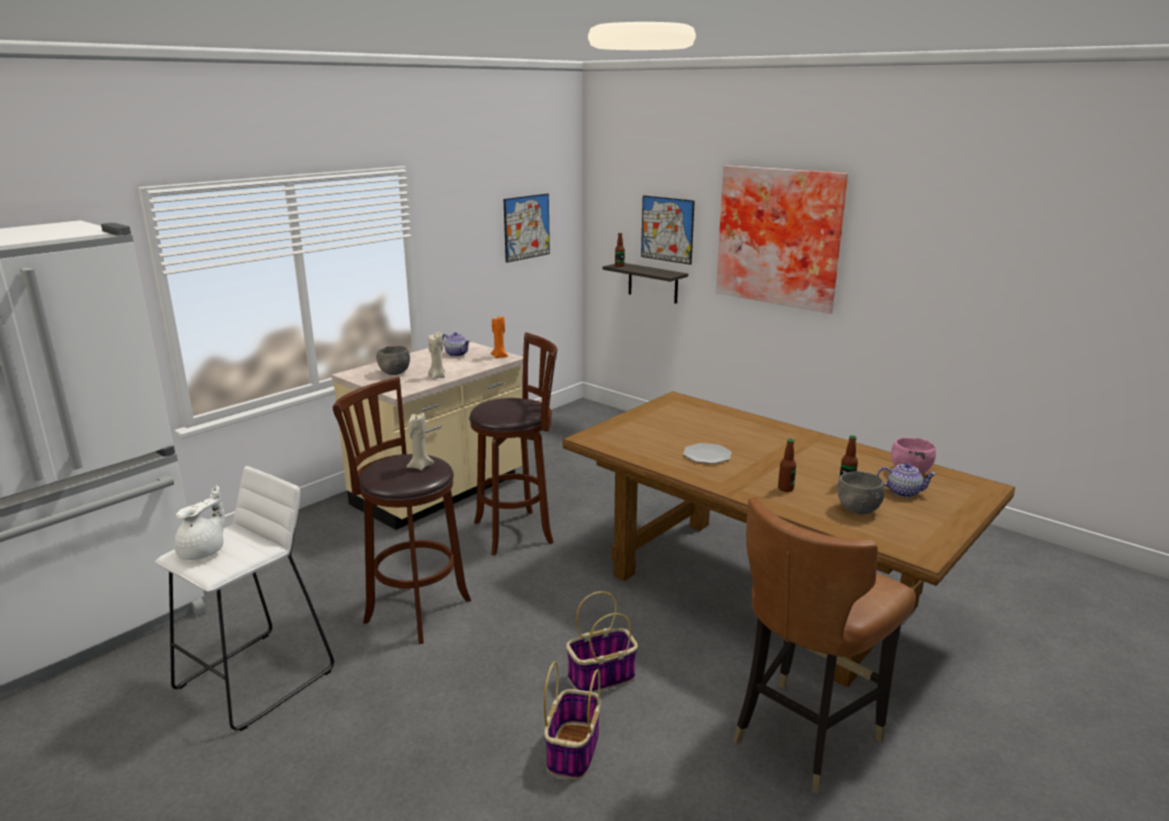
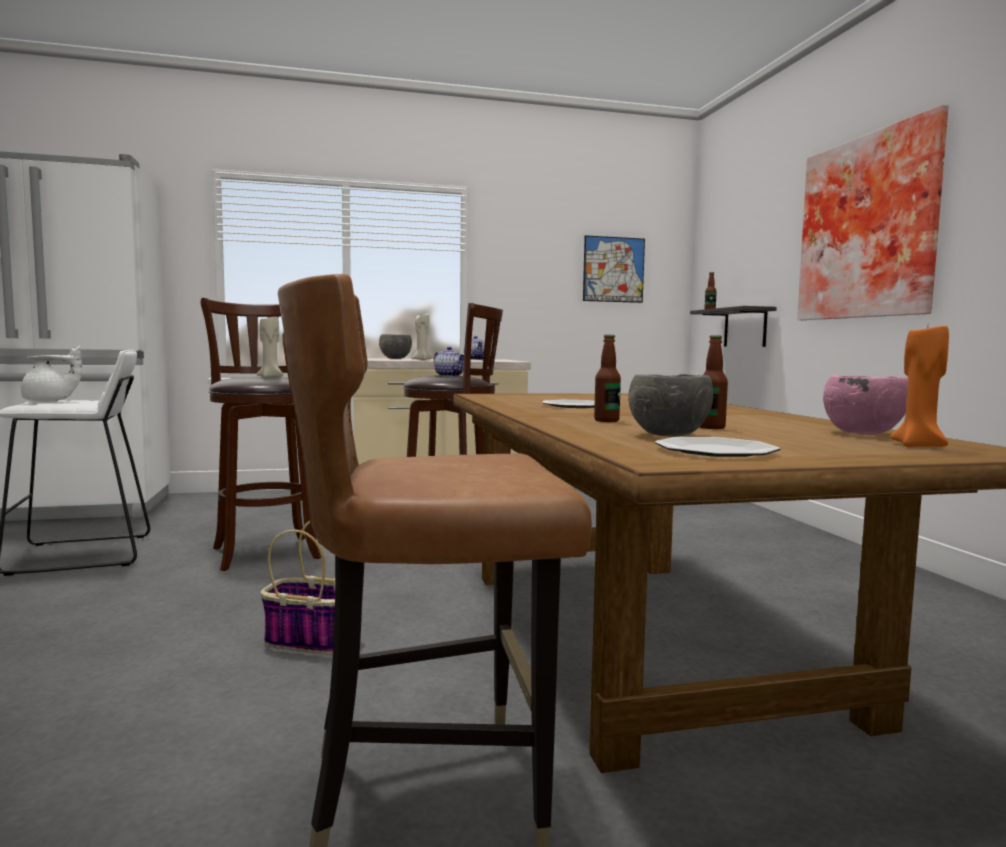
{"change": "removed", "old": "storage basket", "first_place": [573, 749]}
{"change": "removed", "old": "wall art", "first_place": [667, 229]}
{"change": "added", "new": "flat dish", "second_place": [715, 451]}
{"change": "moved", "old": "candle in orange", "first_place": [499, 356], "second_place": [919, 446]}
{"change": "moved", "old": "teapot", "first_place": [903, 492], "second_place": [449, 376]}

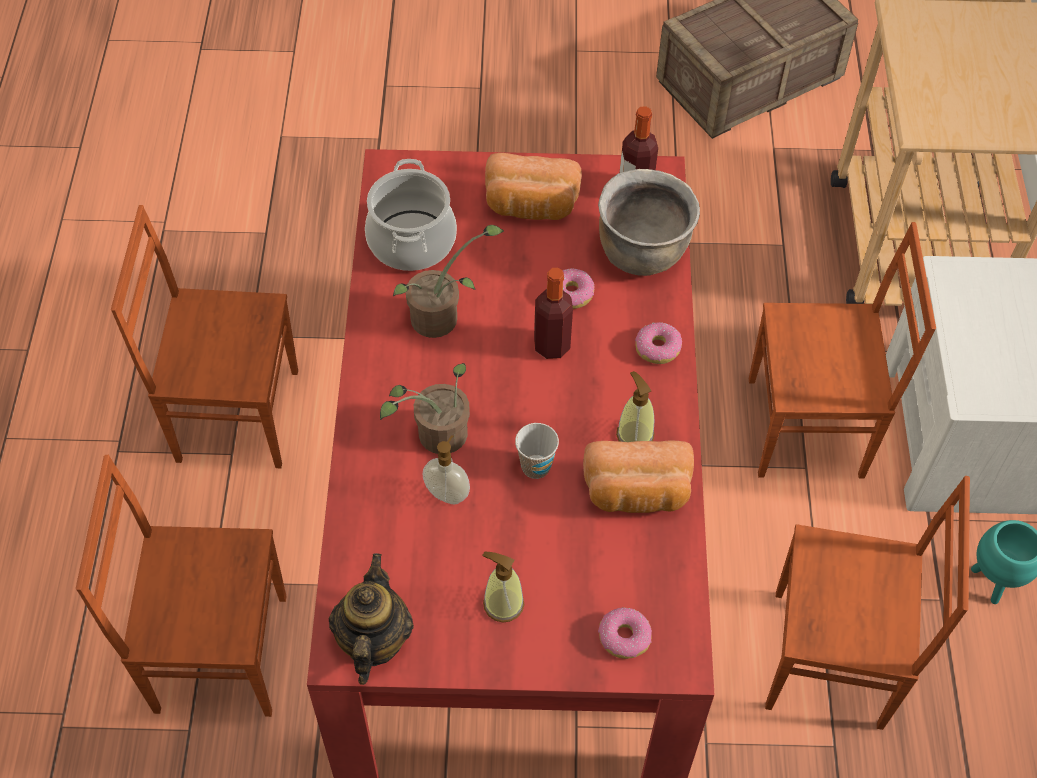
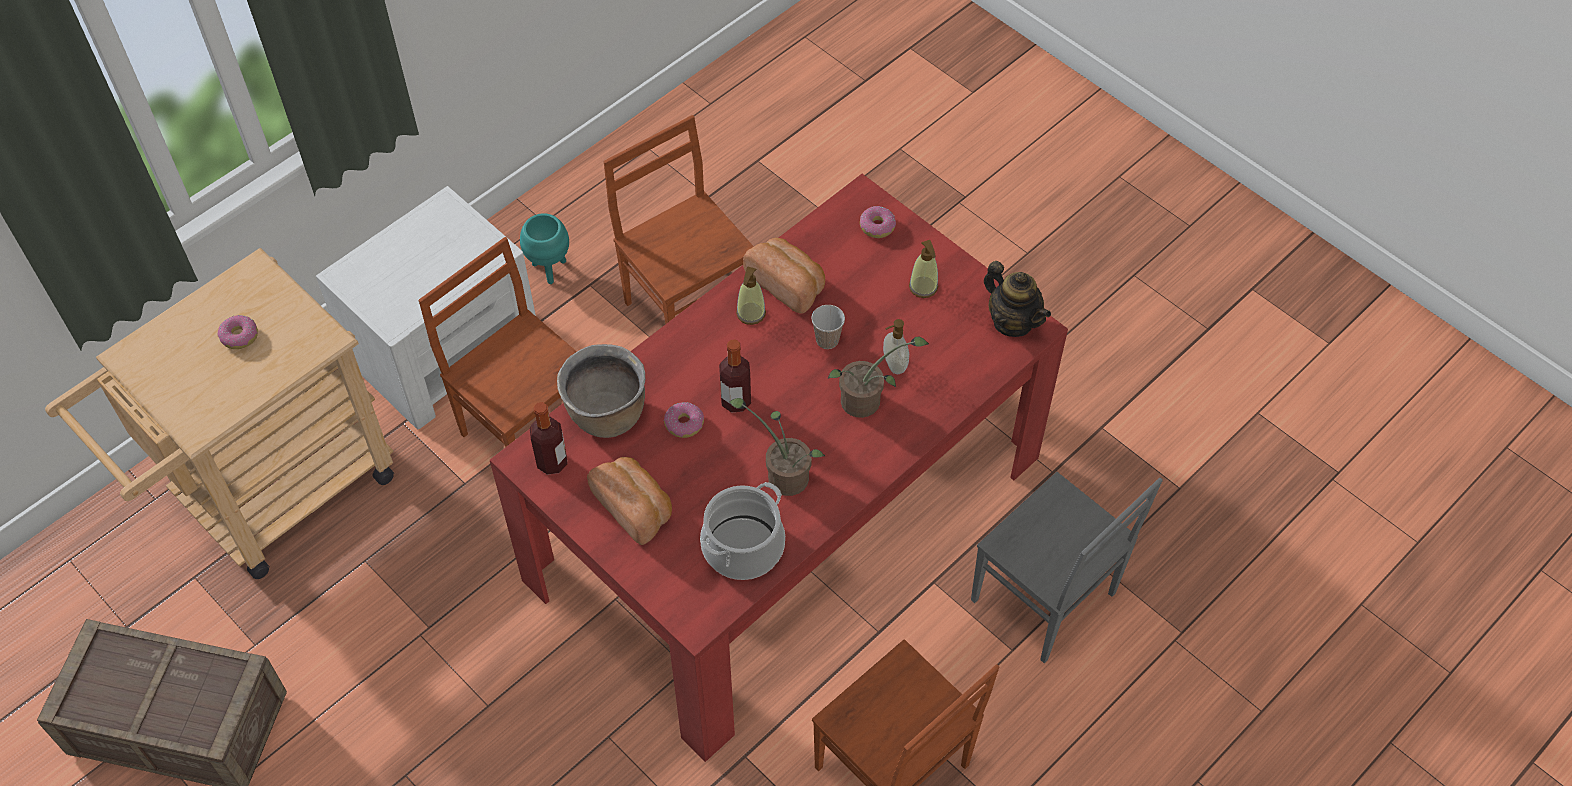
{"change": "moved", "old": "doughnut", "first_place": [657, 348], "second_place": [239, 336]}
{"change": "recoloured", "old": "chair in brown-coloured", "new": "chair in gray", "first_place": [218, 650], "second_place": [1043, 599]}
{"change": "turned", "old": "teapot", "first_place": [373, 641], "second_place": [1012, 321], "degrees": -90}

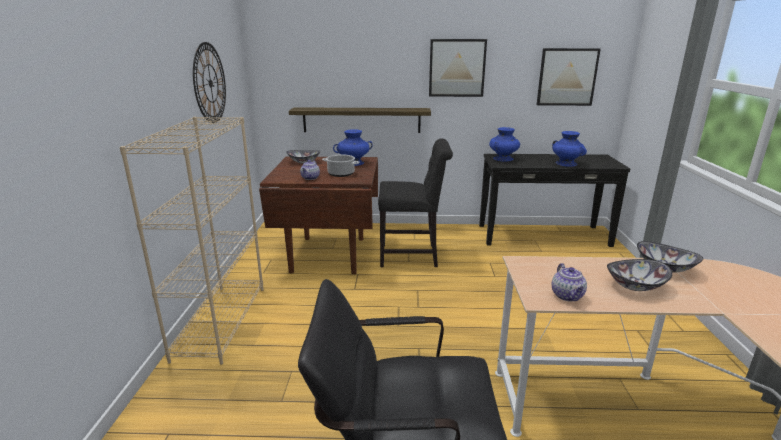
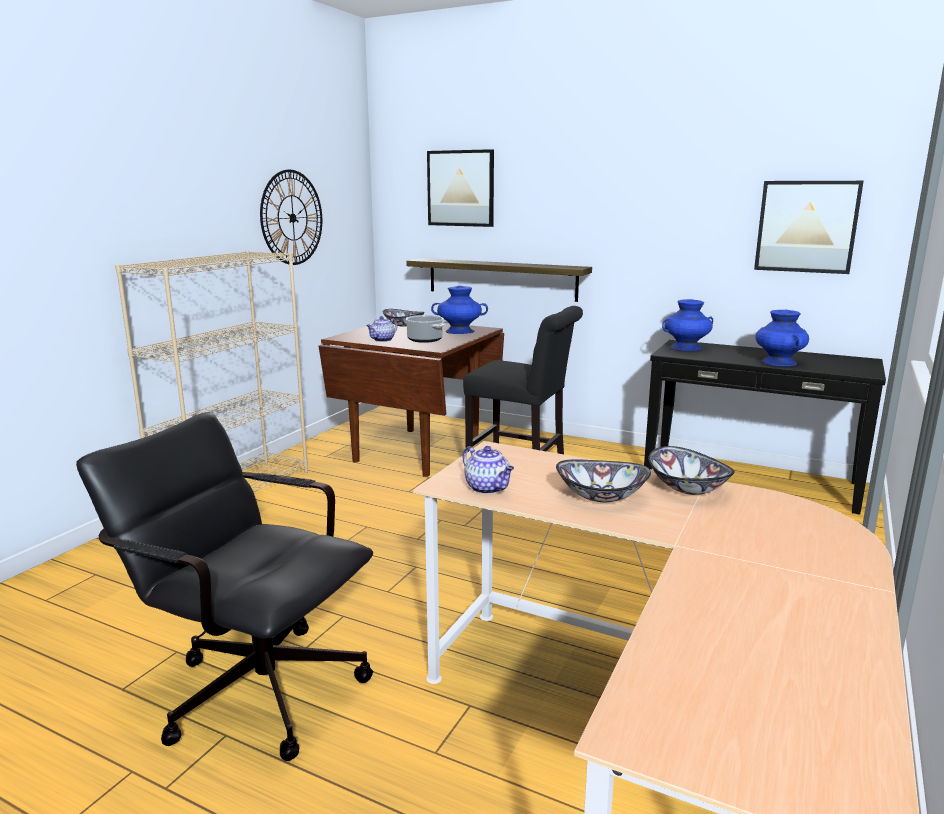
{"change": "moved", "old": "wall art", "first_place": [457, 68], "second_place": [460, 188]}
{"change": "turned", "old": "teapot", "first_place": [568, 296], "second_place": [488, 488], "degrees": -60}

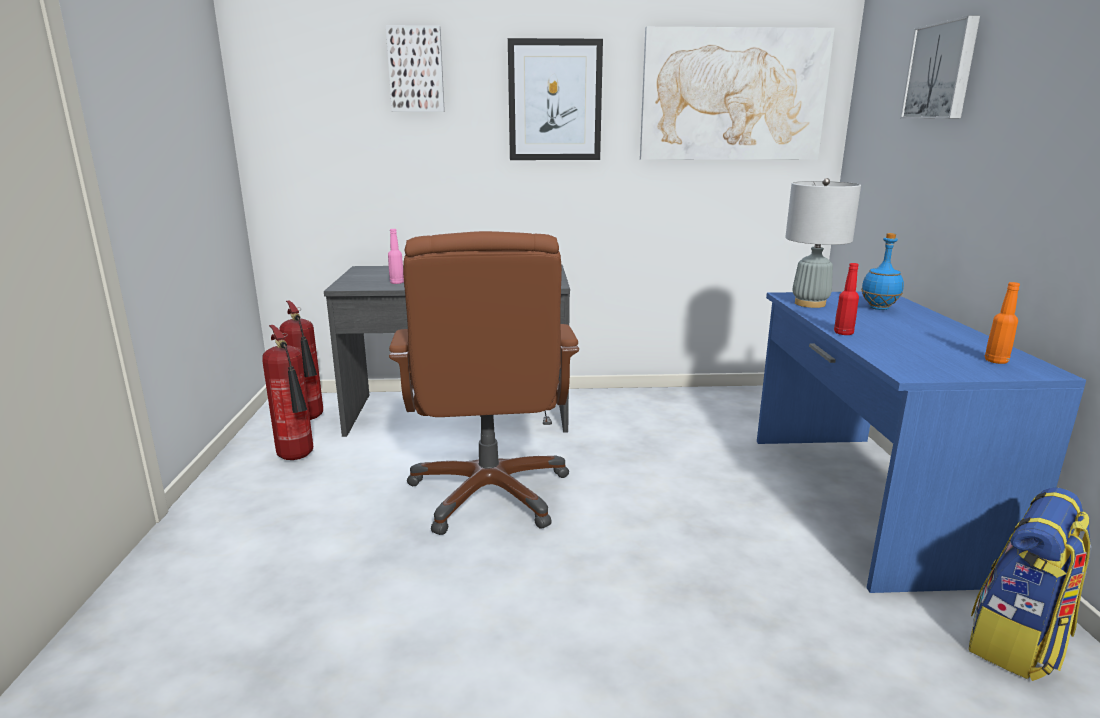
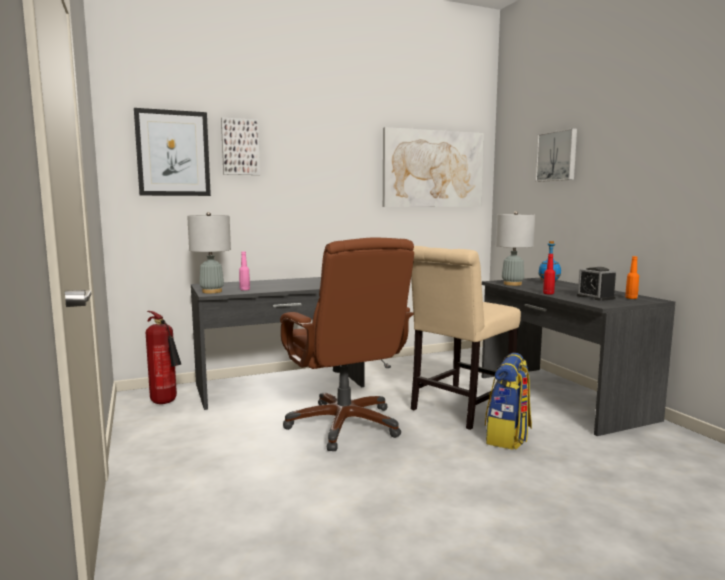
{"change": "removed", "old": "fire-fighting cylinder", "first_place": [298, 458]}
{"change": "added", "new": "tabletop lamp in gray", "second_place": [212, 291]}
{"change": "added", "new": "chair in beige", "second_place": [458, 410]}
{"change": "added", "new": "alarm clock", "second_place": [595, 297]}
{"change": "moved", "old": "wall art", "first_place": [555, 101], "second_place": [173, 153]}
{"change": "moved", "old": "knapsack", "first_place": [1017, 643], "second_place": [508, 437]}
{"change": "recoloured", "old": "desk in blue-coloured", "new": "desk in gray", "first_place": [863, 501], "second_place": [560, 397]}

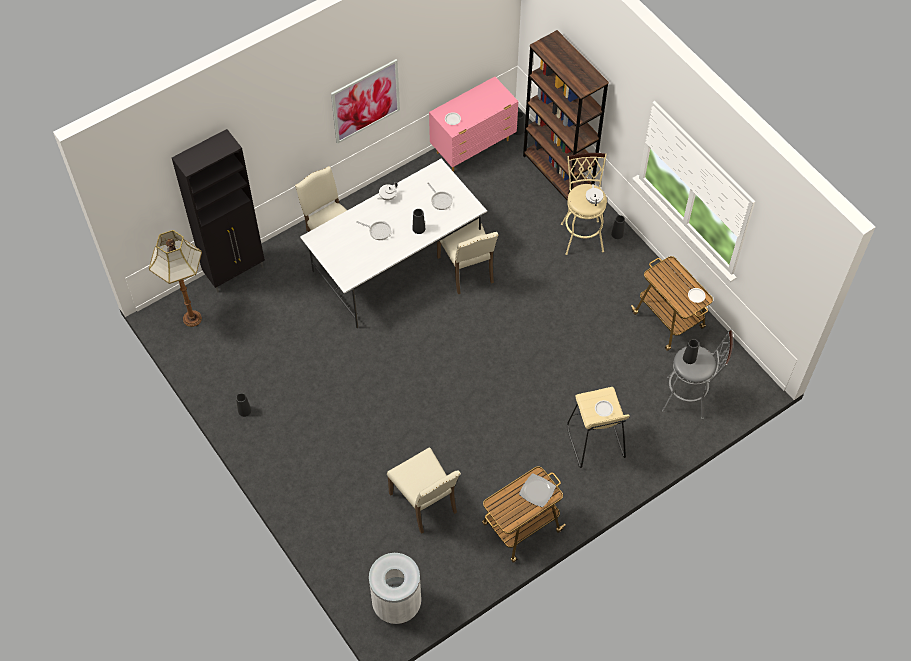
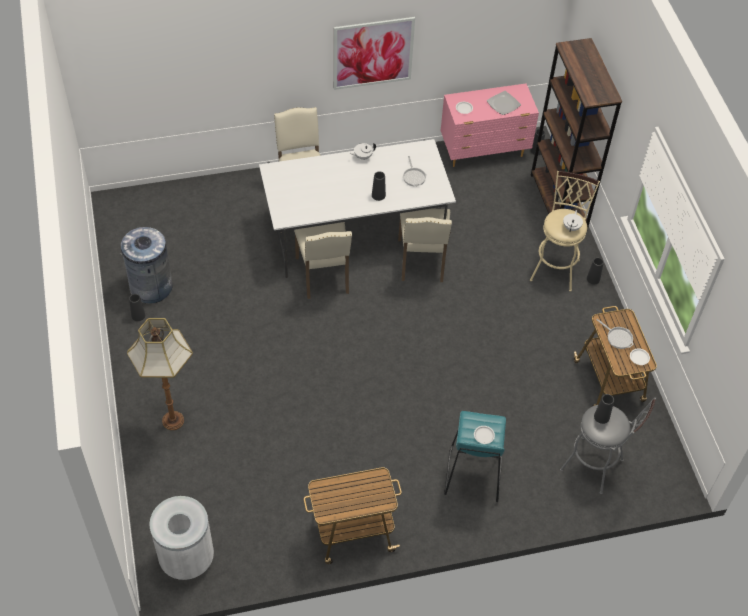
{"change": "removed", "old": "cabinet in black-coloured", "first_place": [236, 272]}
{"change": "added", "new": "rubbish bin in gray", "second_place": [151, 287]}
{"change": "moved", "old": "standard lamp", "first_place": [193, 318], "second_place": [174, 421]}
{"change": "moved", "old": "frying pan", "first_place": [378, 231], "second_place": [618, 337]}
{"change": "moved", "old": "chair in beige", "first_place": [425, 503], "second_place": [324, 276]}
{"change": "moved", "old": "flat dish", "first_place": [537, 491], "second_place": [503, 104]}
{"change": "recoloured", "old": "sitting stool in beige", "new": "sitting stool in blue-green", "first_place": [595, 442], "second_place": [472, 475]}

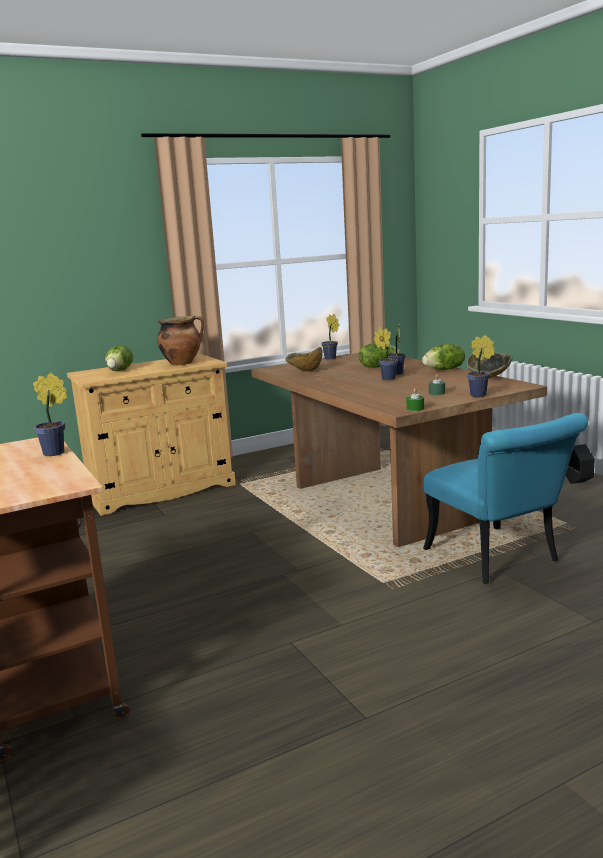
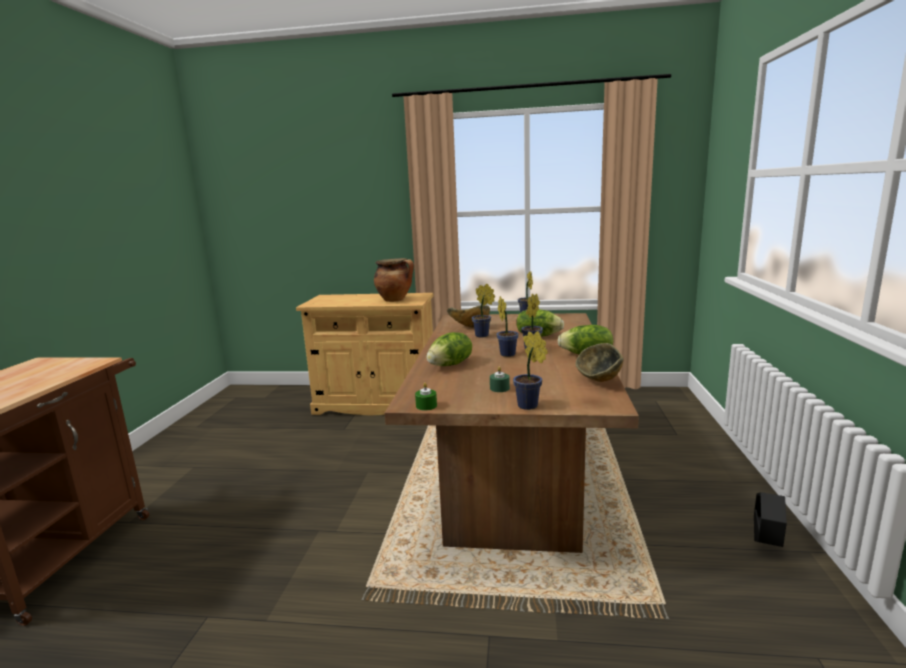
{"change": "removed", "old": "chair in blue-green", "first_place": [500, 560]}
{"change": "moved", "old": "potted plant", "first_place": [57, 453], "second_place": [483, 336]}
{"change": "moved", "old": "head of lettuce", "first_place": [120, 370], "second_place": [451, 365]}

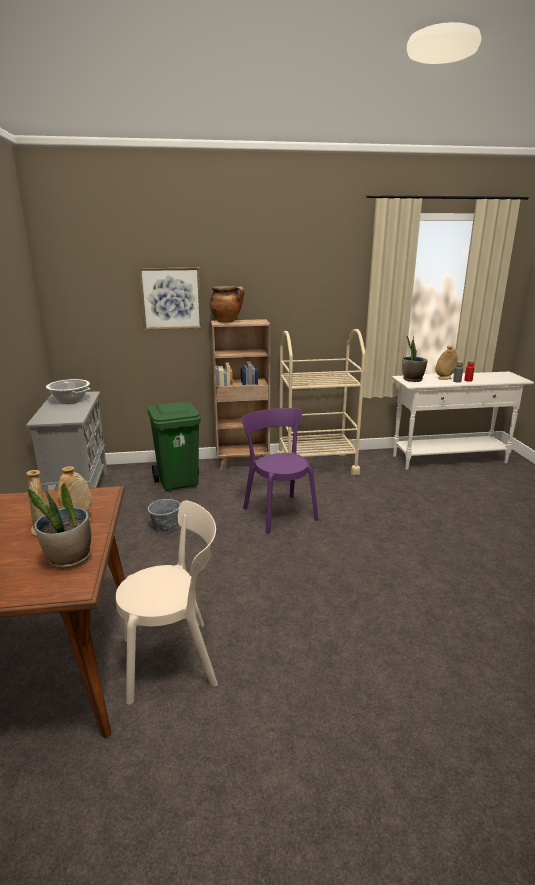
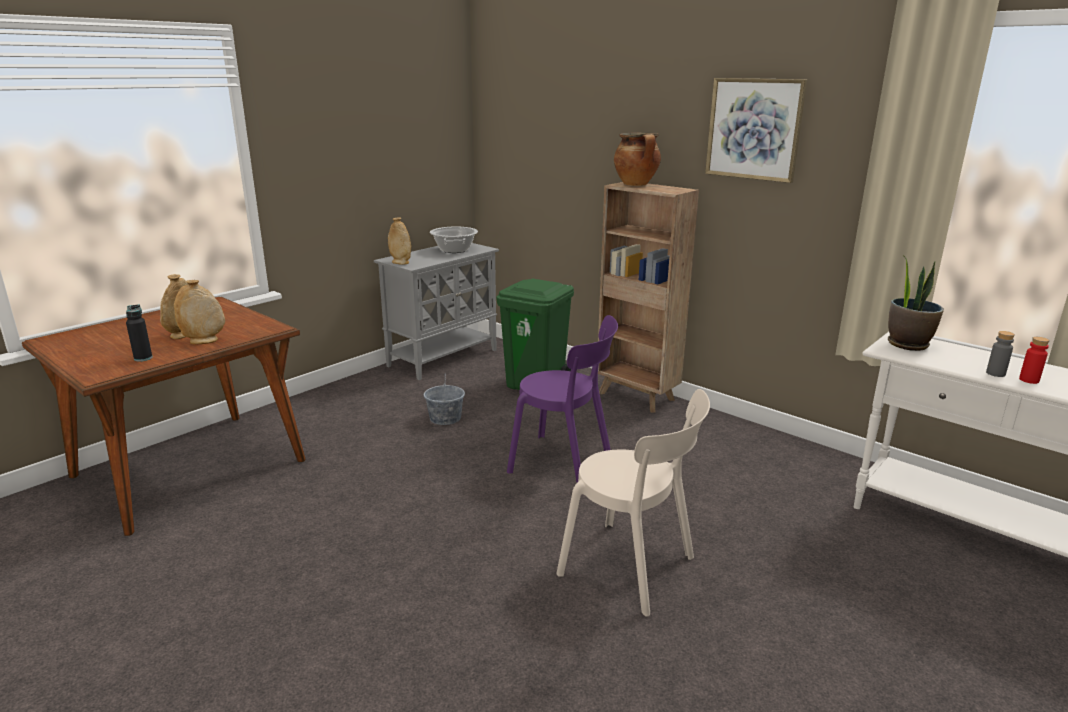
{"change": "removed", "old": "cart in beige", "first_place": [316, 465]}
{"change": "moved", "old": "chair in beige", "first_place": [174, 659], "second_place": [632, 568]}
{"change": "moved", "old": "wall art", "first_place": [171, 298], "second_place": [754, 129]}
{"change": "moved", "old": "flower vase in beige", "first_place": [444, 378], "second_place": [400, 263]}
{"change": "replaced", "old": "potted plant", "new": "beverage bottle in black-coloured", "first_place": [69, 558], "second_place": [143, 358]}
{"change": "turned", "old": "chair in purple", "first_place": [278, 512], "second_place": [565, 463], "degrees": 90}

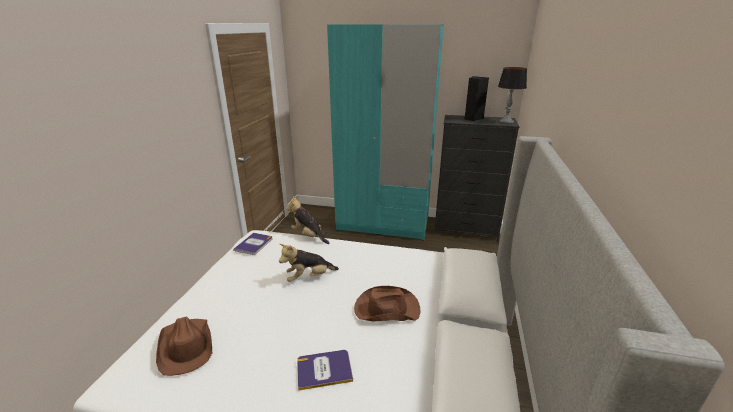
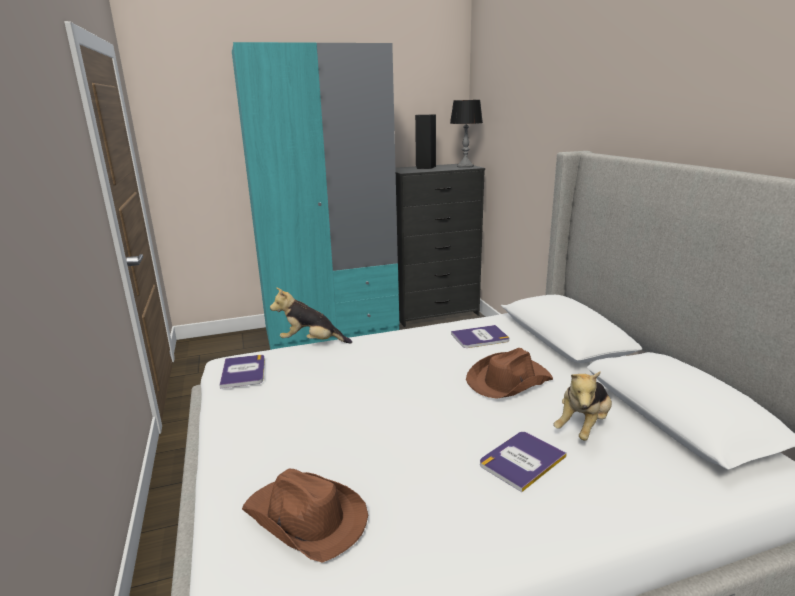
{"change": "added", "new": "bound book", "second_place": [480, 337]}
{"change": "moved", "old": "cuddly toy", "first_place": [309, 277], "second_place": [583, 426]}

